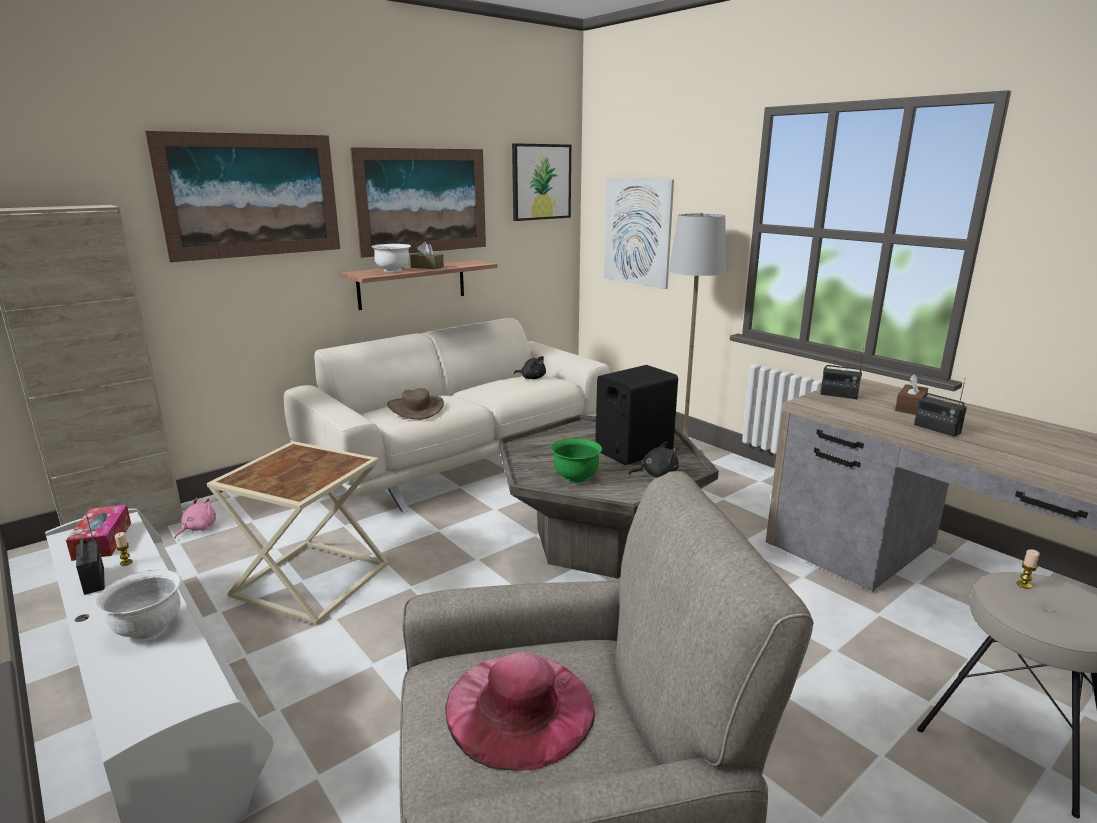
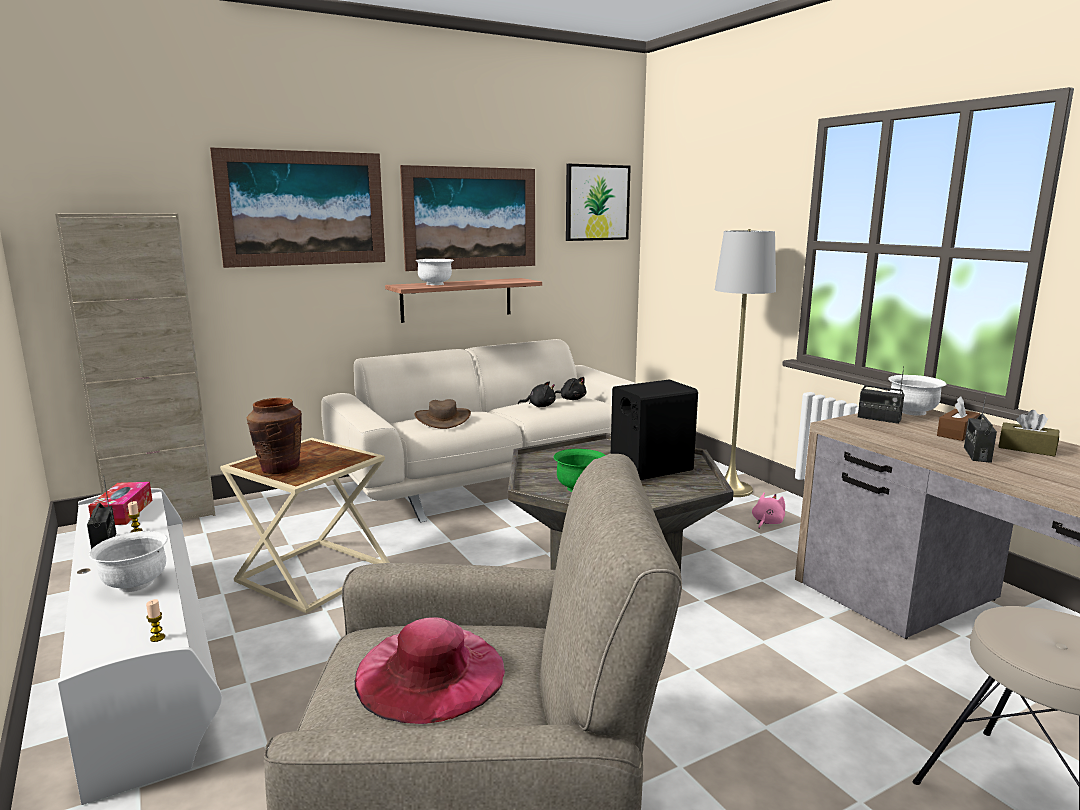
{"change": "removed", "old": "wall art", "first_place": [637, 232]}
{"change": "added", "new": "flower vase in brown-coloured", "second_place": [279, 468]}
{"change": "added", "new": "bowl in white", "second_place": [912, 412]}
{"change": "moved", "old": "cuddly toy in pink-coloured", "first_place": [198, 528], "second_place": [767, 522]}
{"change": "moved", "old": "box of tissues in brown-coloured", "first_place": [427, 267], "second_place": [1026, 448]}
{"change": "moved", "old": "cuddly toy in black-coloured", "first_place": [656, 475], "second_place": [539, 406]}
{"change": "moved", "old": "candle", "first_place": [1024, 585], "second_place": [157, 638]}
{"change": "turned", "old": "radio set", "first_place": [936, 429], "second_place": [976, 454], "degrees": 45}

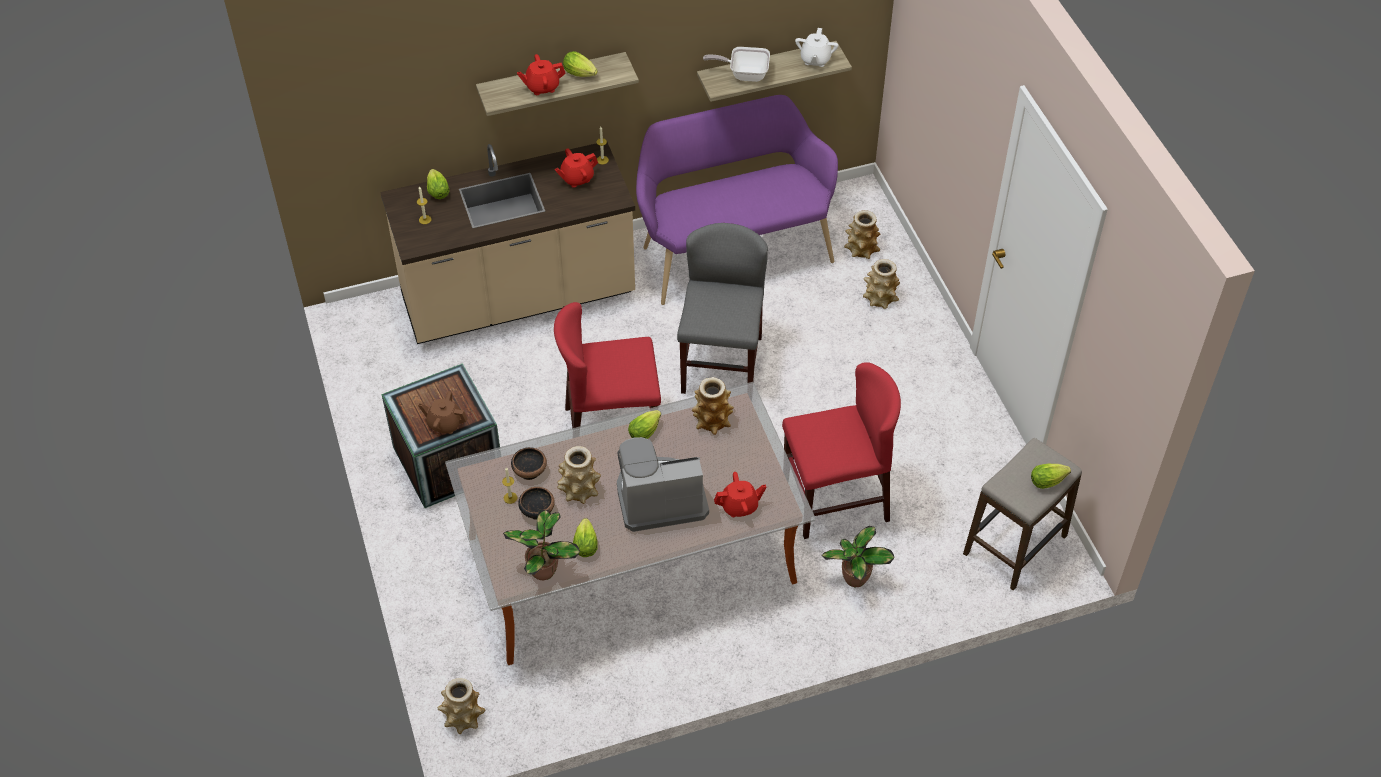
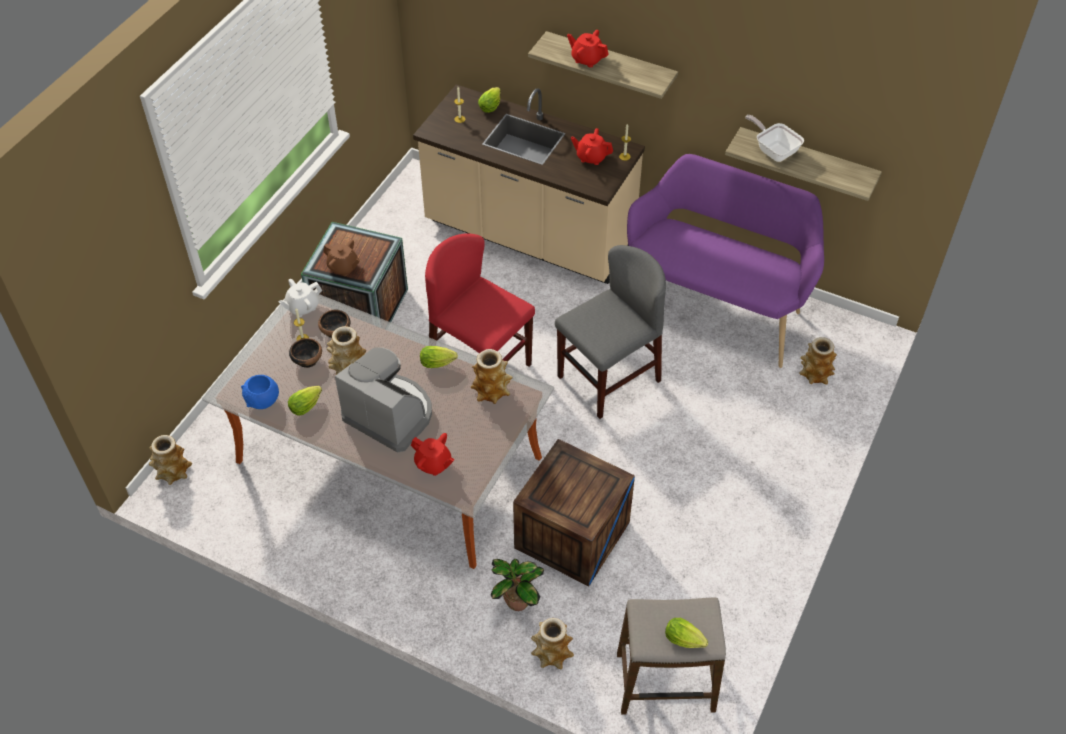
{"change": "removed", "old": "head of lettuce", "first_place": [581, 74]}
{"change": "moved", "old": "teapot in white", "first_place": [815, 59], "second_place": [302, 307]}
{"change": "moved", "old": "flower vase", "first_place": [880, 298], "second_place": [551, 653]}
{"change": "replaced", "old": "potted plant", "new": "bowl in blue-coloured", "first_place": [544, 569], "second_place": [263, 400]}
{"change": "replaced", "old": "chair in red", "new": "shipping crate", "first_place": [835, 500], "second_place": [572, 535]}
{"change": "turned", "old": "teapot in brown-coloured", "first_place": [445, 423], "second_place": [343, 267], "degrees": 150}

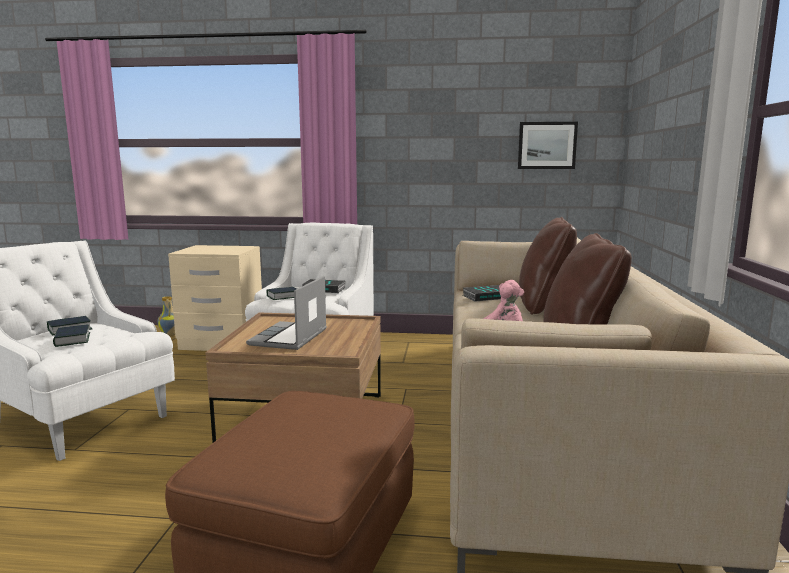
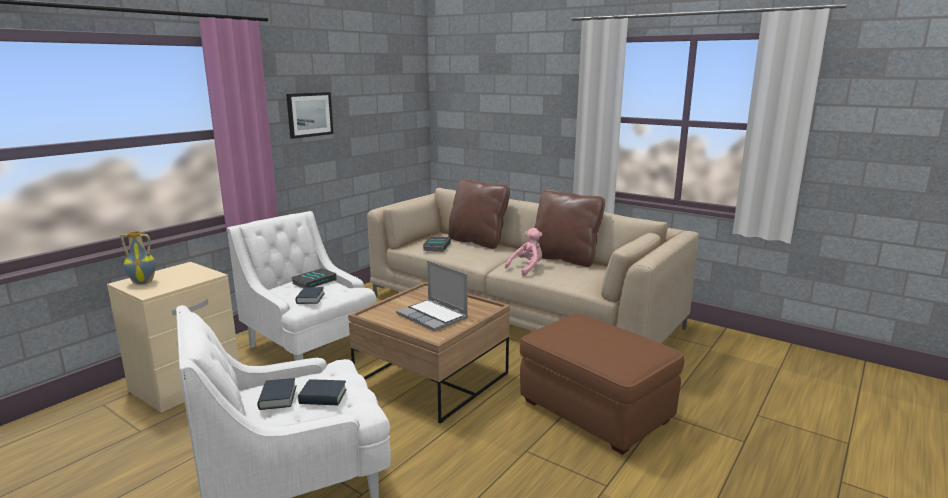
{"change": "moved", "old": "flower vase", "first_place": [170, 334], "second_place": [143, 282]}
{"change": "moved", "old": "wall art", "first_place": [547, 145], "second_place": [309, 114]}

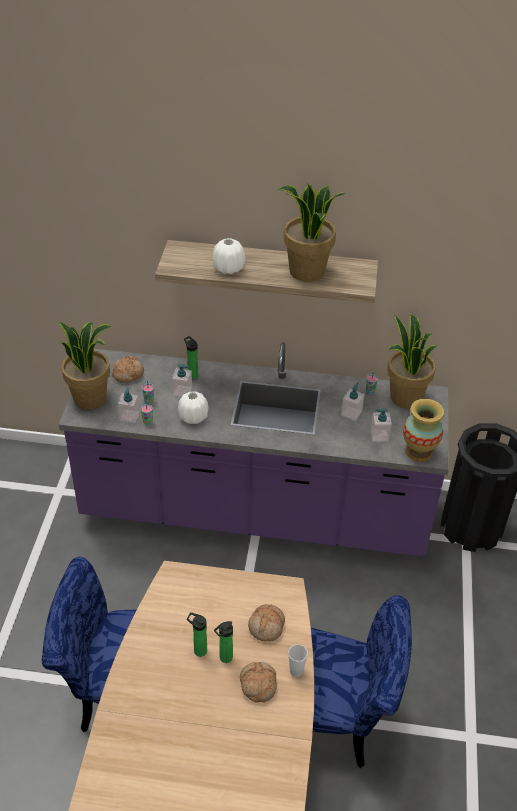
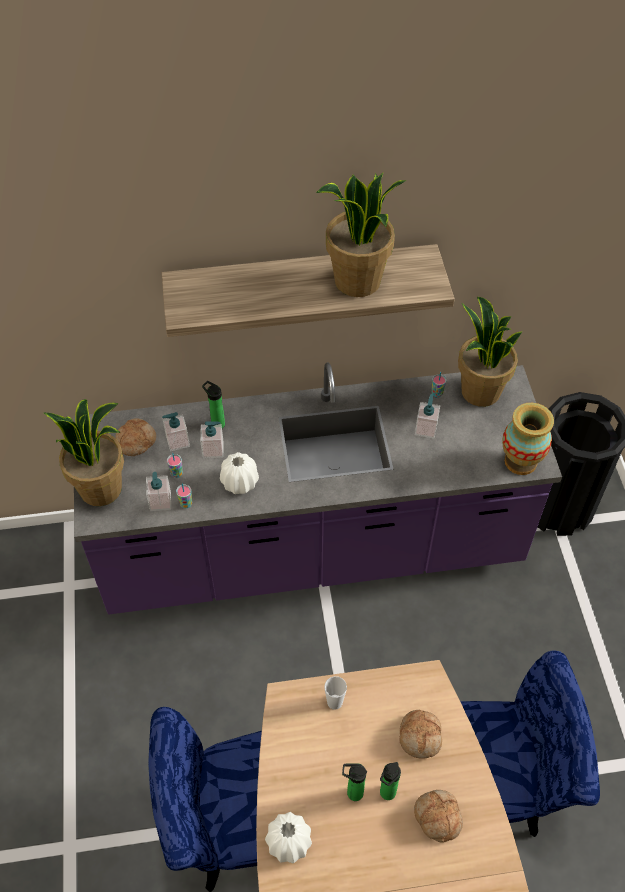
{"change": "moved", "old": "flower vase in white", "first_place": [228, 268], "second_place": [288, 842]}
{"change": "moved", "old": "small cup", "first_place": [296, 671], "second_place": [334, 702]}
{"change": "moved", "old": "liquid soap bottle", "first_place": [379, 435], "second_place": [177, 441]}

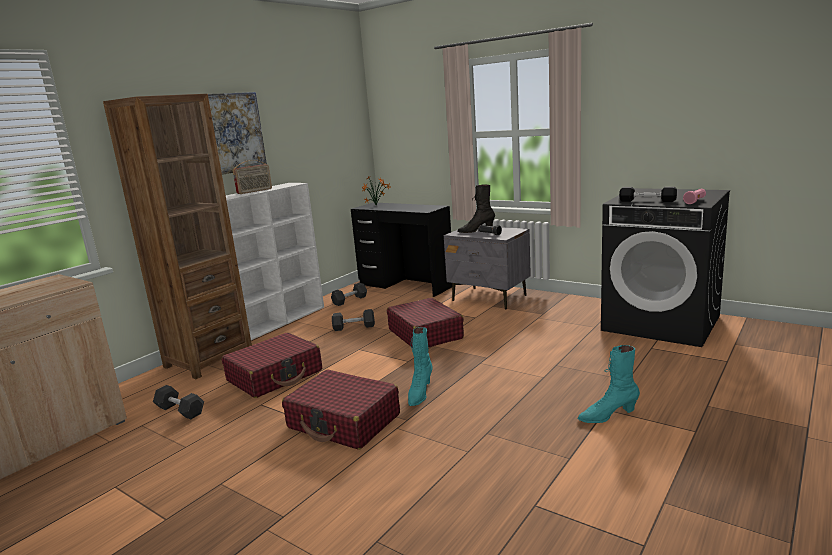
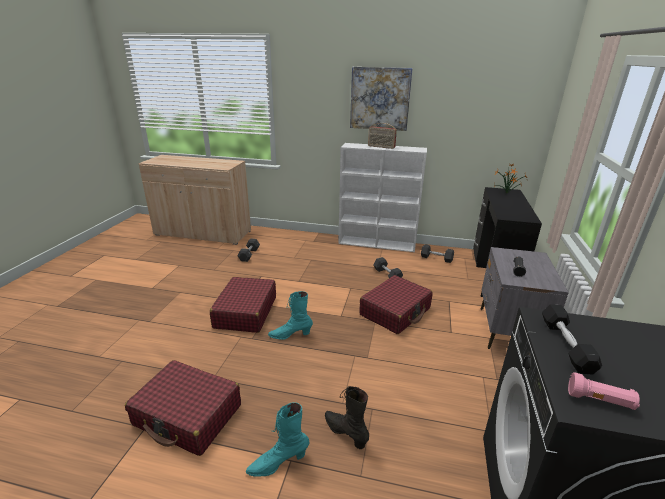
{"change": "removed", "old": "bookcase in brown-coloured", "first_place": [208, 359]}
{"change": "moved", "old": "travel case in red", "first_place": [275, 376], "second_place": [188, 415]}
{"change": "moved", "old": "tall boot in black-coloured", "first_place": [476, 230], "second_place": [345, 433]}
{"change": "turned", "old": "tall boot in blue-green", "first_place": [607, 416], "second_place": [278, 463], "degrees": -75}

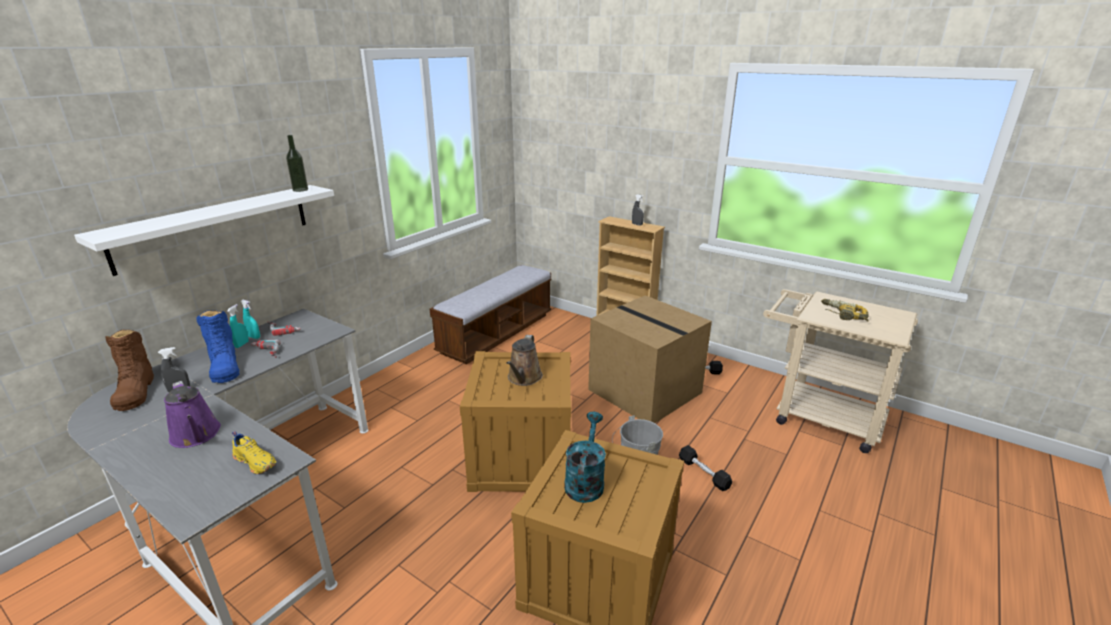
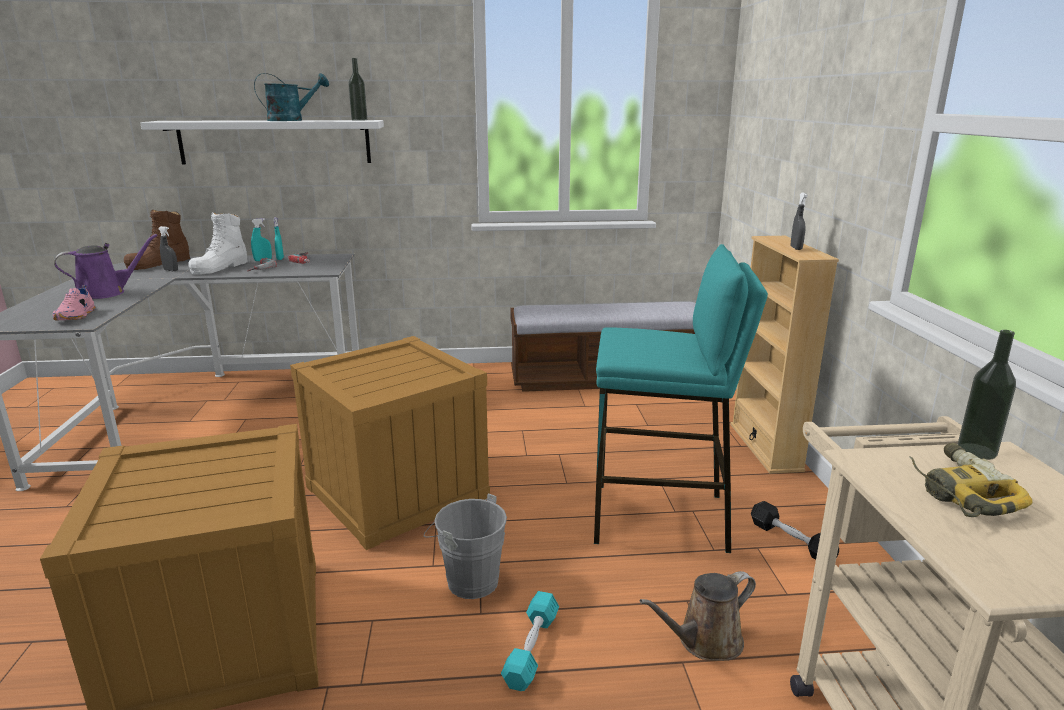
{"change": "added", "new": "beverage bottle", "second_place": [976, 451]}
{"change": "moved", "old": "watering pot in brown-coloured", "first_place": [523, 378], "second_place": [704, 641]}
{"change": "moved", "old": "watering pot in blue-green", "first_place": [585, 481], "second_place": [292, 120]}
{"change": "replaced", "old": "packing box", "new": "sitting stool in blue-green", "first_place": [646, 391], "second_place": [660, 518]}
{"change": "recoloured", "old": "tall boot in blue-coloured", "new": "tall boot in white", "first_place": [224, 367], "second_place": [220, 267]}
{"change": "recoloured", "old": "item of footwear in yellow", "new": "item of footwear in pink-coloured", "first_place": [256, 462], "second_place": [77, 316]}
{"change": "recoloured", "old": "hand weight in black-coloured", "new": "hand weight in blue-green", "first_place": [703, 473], "second_place": [531, 649]}
{"change": "turned", "old": "watering pot in purple", "first_place": [196, 436], "second_place": [106, 293], "degrees": -135}

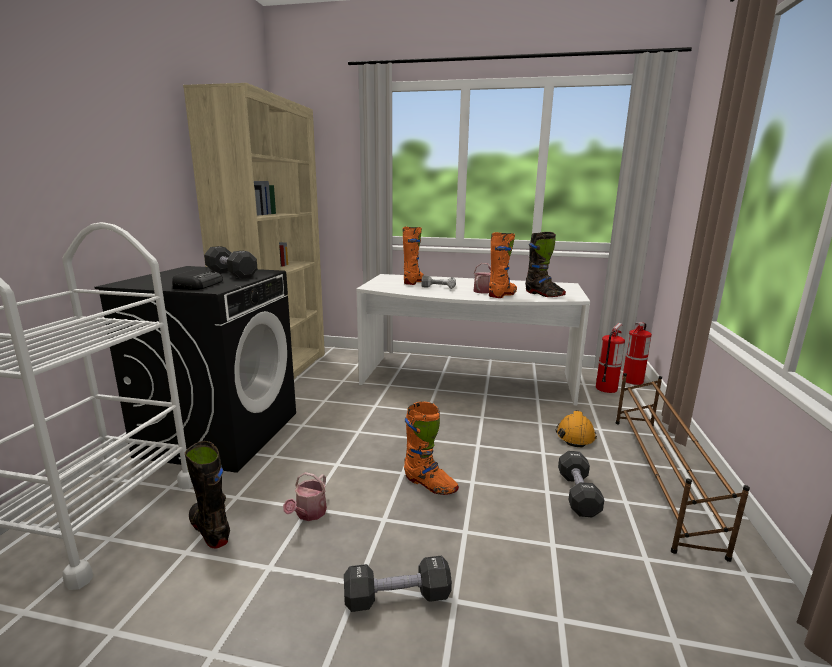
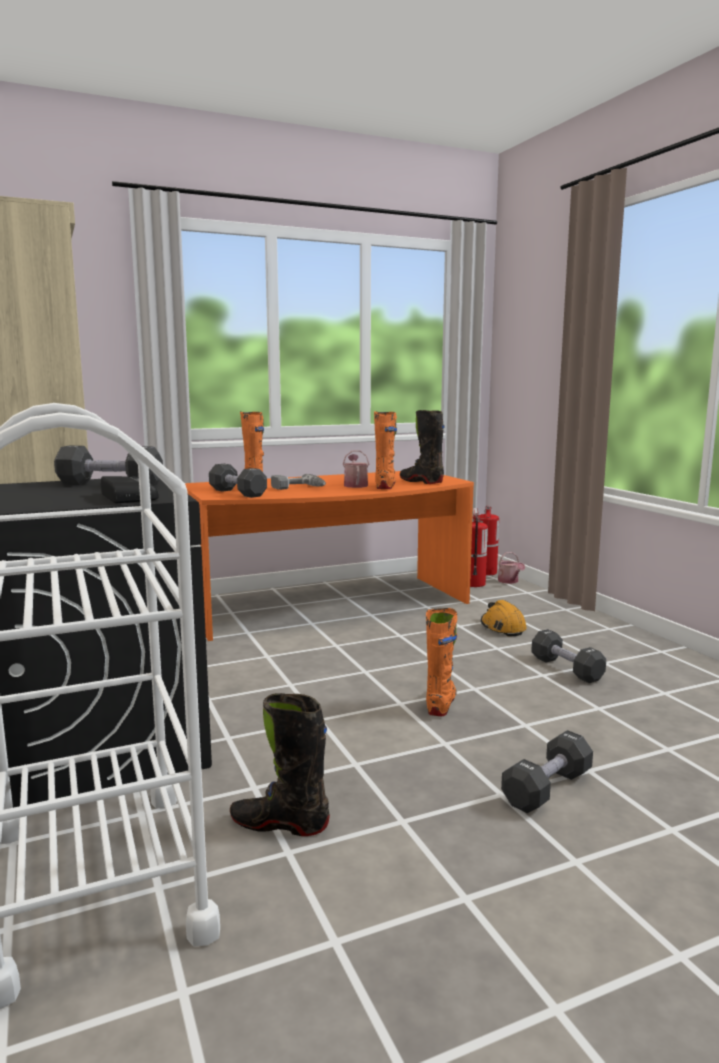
{"change": "removed", "old": "shoe stand in brown-coloured", "first_place": [659, 476]}
{"change": "added", "new": "hand weight in black-coloured", "second_place": [237, 493]}
{"change": "moved", "old": "watering pot", "first_place": [309, 514], "second_place": [509, 581]}
{"change": "recoloured", "old": "desk in white", "new": "desk in orange", "first_place": [466, 381], "second_place": [331, 607]}
{"change": "turned", "old": "tall boot in orange", "first_place": [430, 484], "second_place": [441, 703], "degrees": -75}
{"change": "turned", "old": "tall boot in black-coloured", "first_place": [543, 294], "second_place": [421, 481], "degrees": -150}

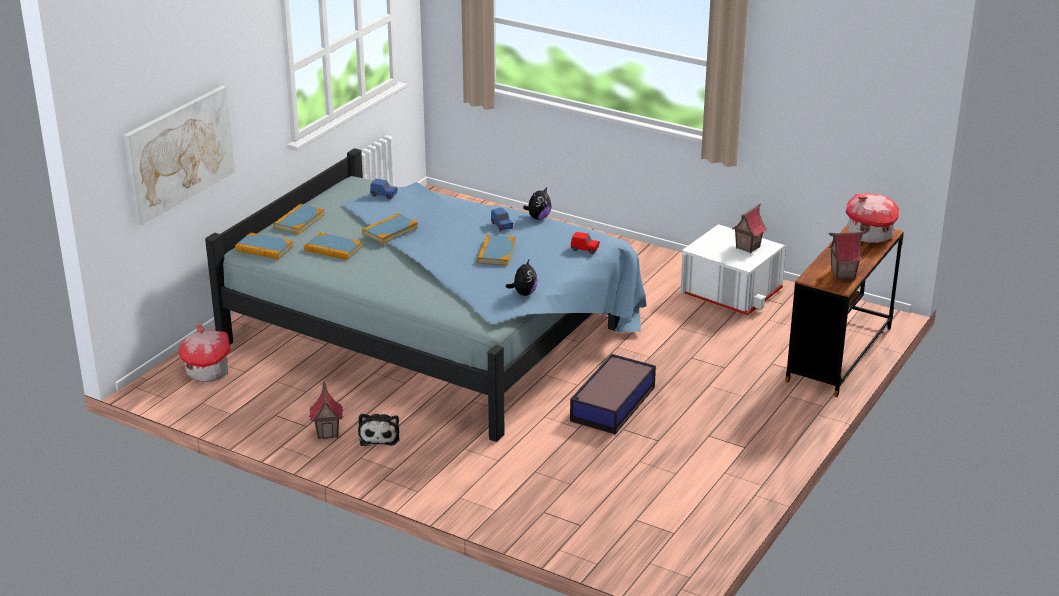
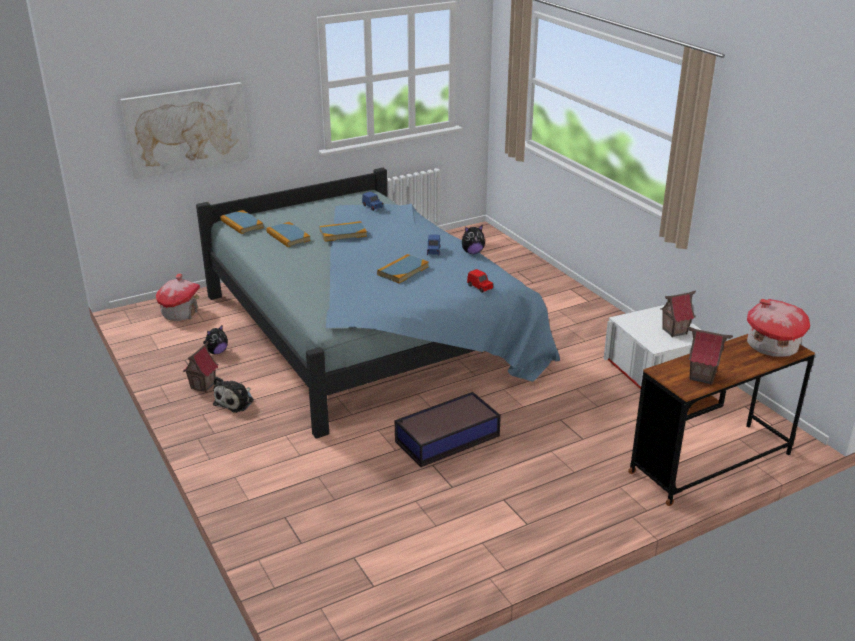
{"change": "removed", "old": "bound book", "first_place": [299, 221]}
{"change": "moved", "old": "cuddly toy", "first_place": [523, 293], "second_place": [217, 352]}

